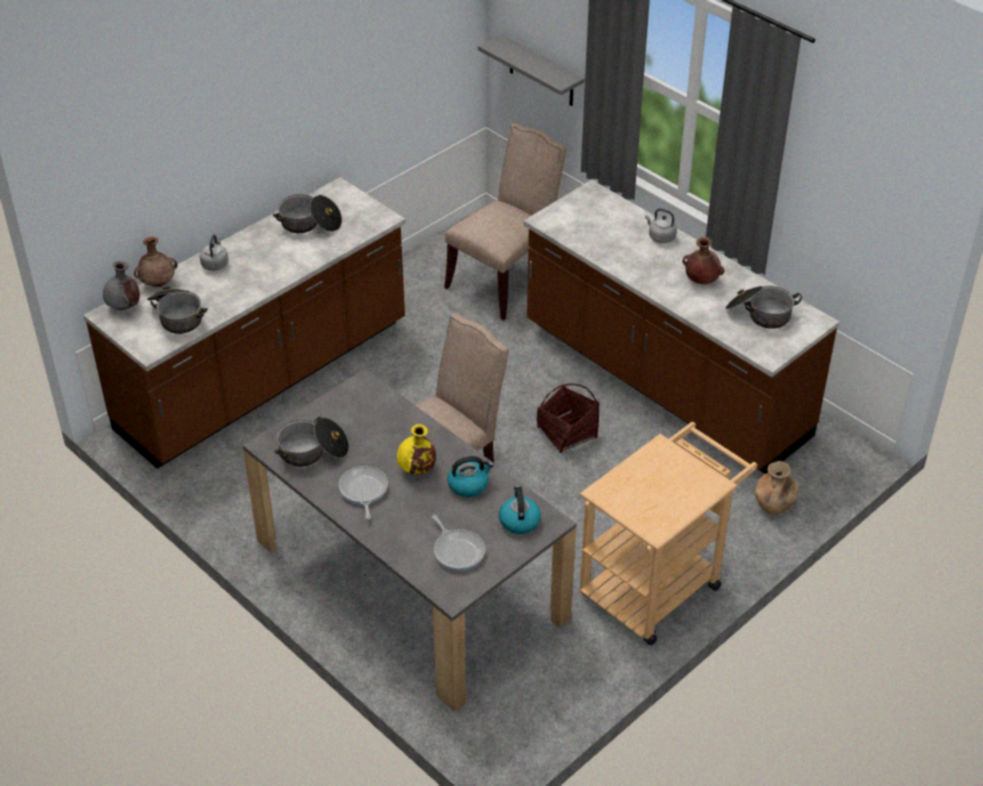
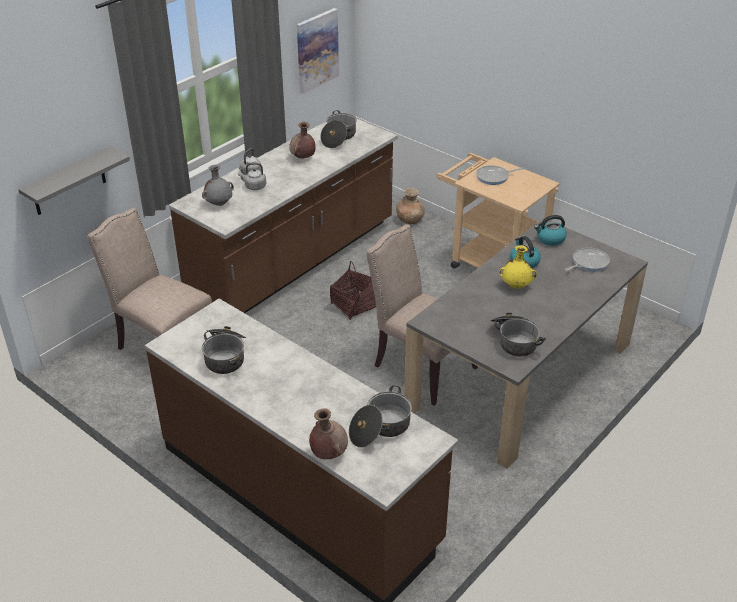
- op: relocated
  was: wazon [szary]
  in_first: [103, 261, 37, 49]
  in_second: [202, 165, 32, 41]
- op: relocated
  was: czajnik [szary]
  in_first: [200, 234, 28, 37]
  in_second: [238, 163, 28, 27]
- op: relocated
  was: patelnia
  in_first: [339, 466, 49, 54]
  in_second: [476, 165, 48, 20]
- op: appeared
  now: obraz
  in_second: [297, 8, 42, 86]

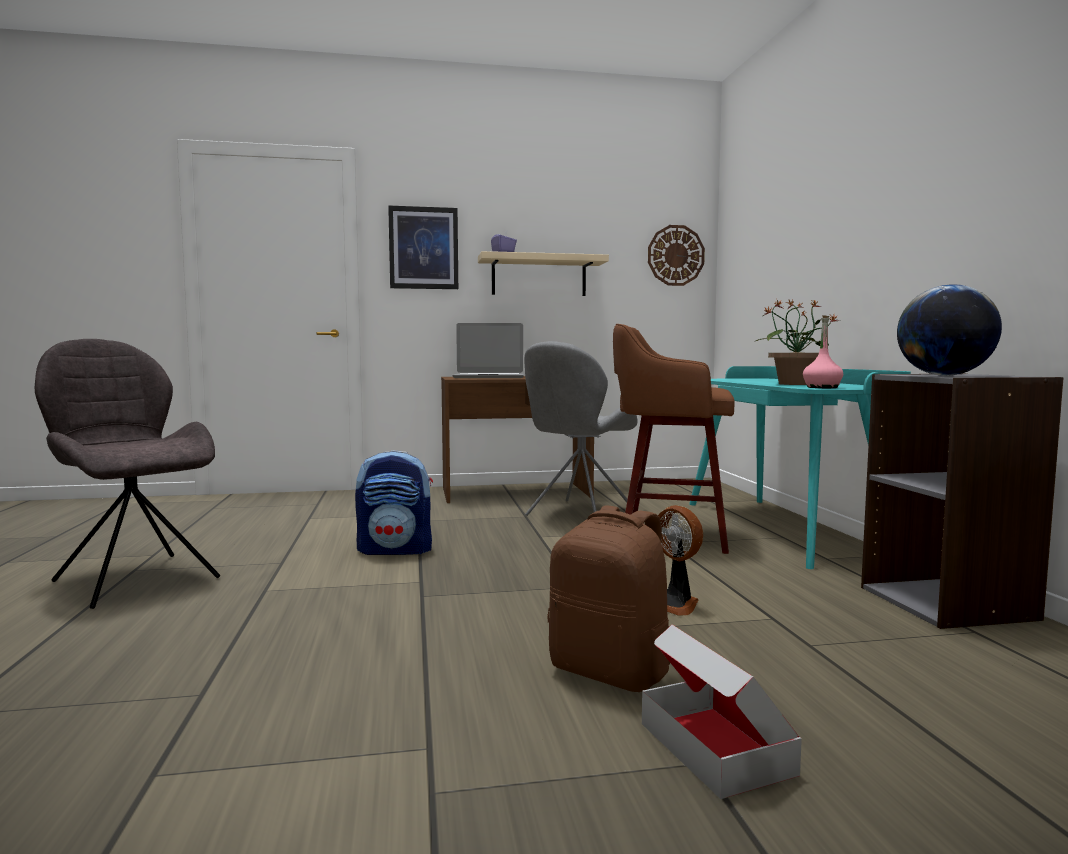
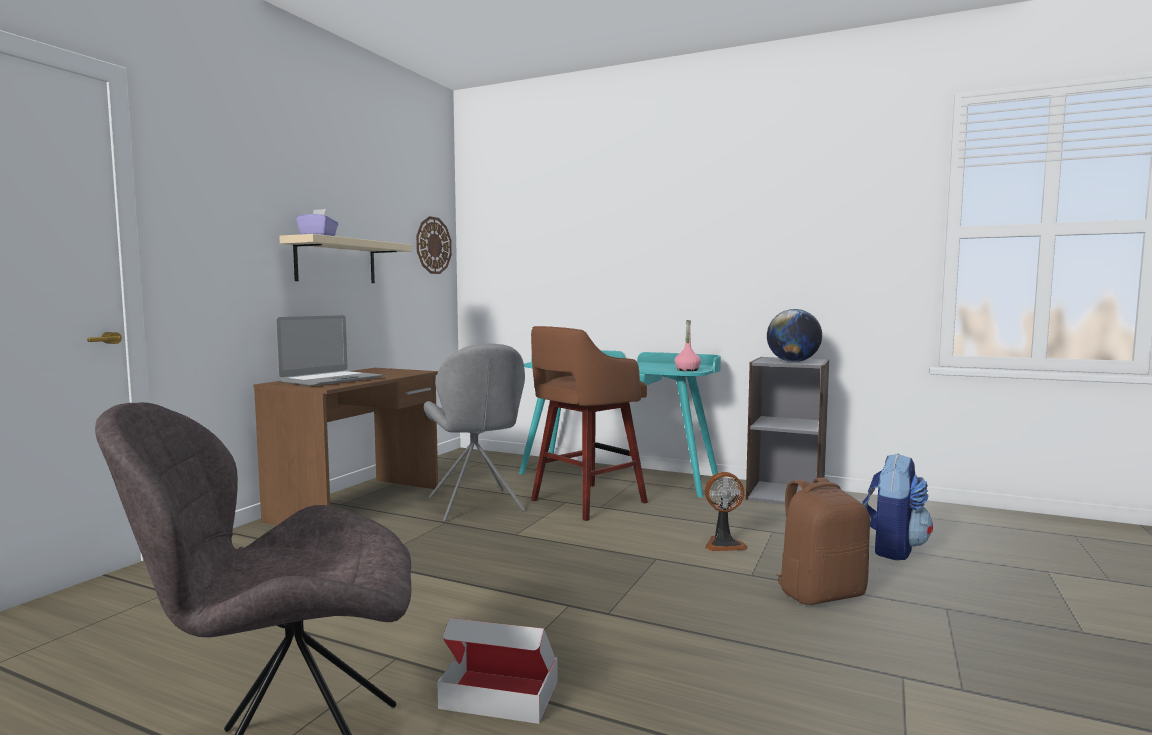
- op: relocated
  was: plecak
  in_first: [355, 451, 78, 104]
  in_second: [862, 453, 71, 107]
- op: missing
  was: obraz
  in_first: [388, 205, 70, 84]
- op: relocated
  was: karton
  in_first: [642, 624, 160, 175]
  in_second: [437, 618, 120, 106]
- op: missing
  was: roślina doniczkowa
  in_first: [756, 300, 83, 85]

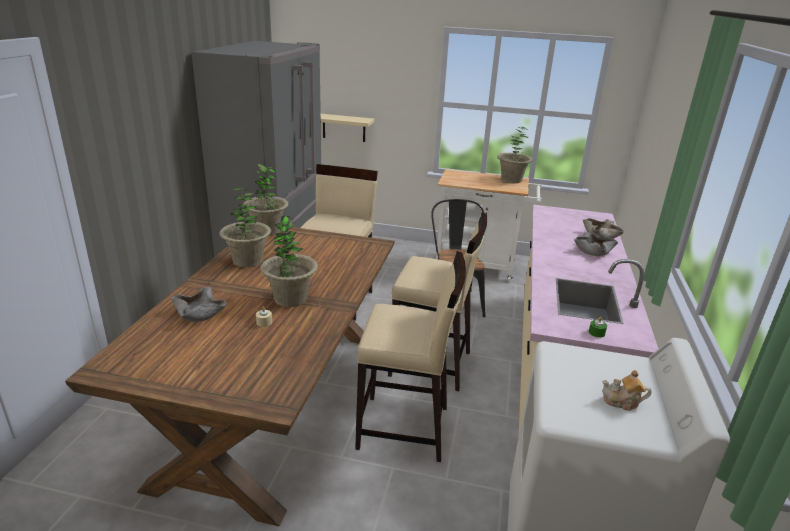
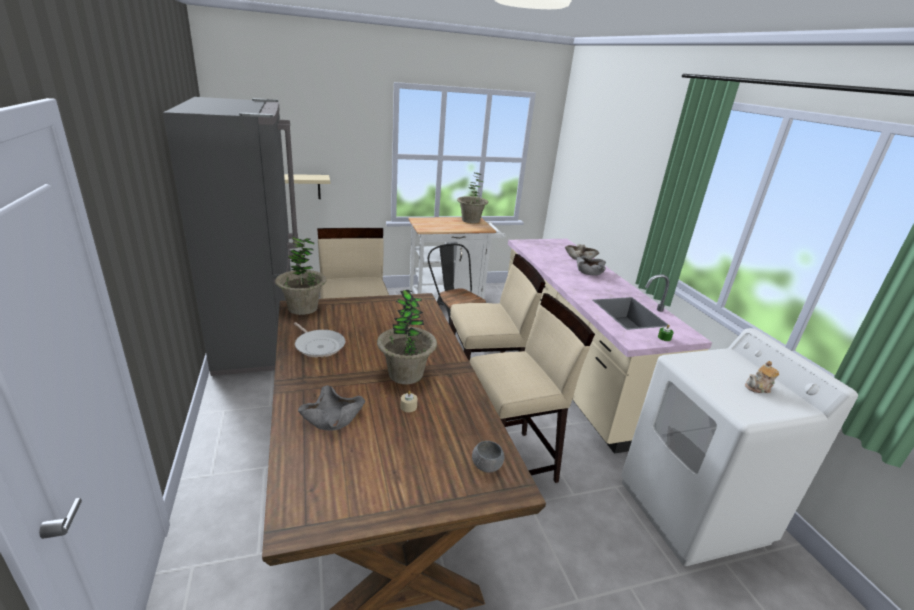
- op: exchanged
  was: roślina doniczkowa
  now: patelnia
  in_first: [219, 188, 52, 80]
  in_second: [294, 322, 51, 36]
- op: appeared
  now: miska [szary]
  in_second: [472, 441, 32, 32]

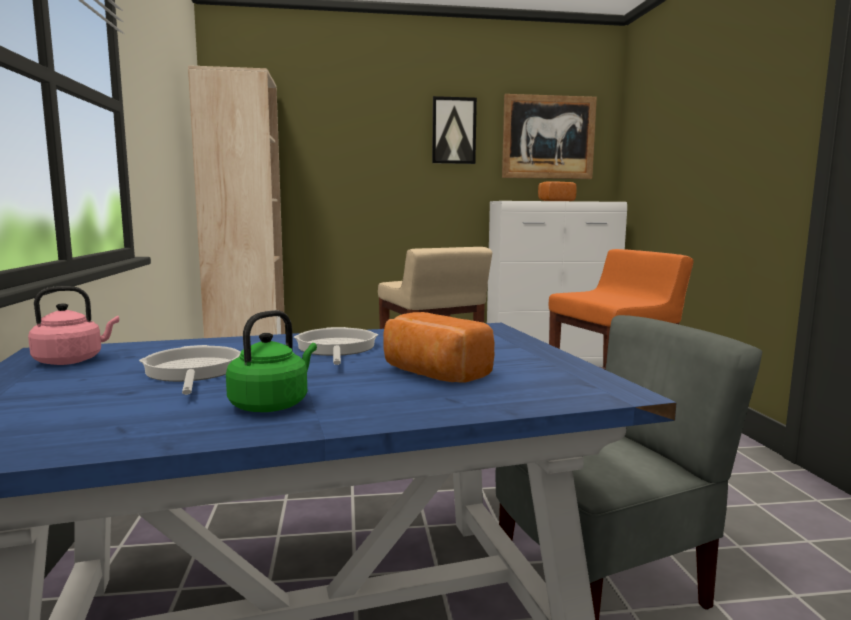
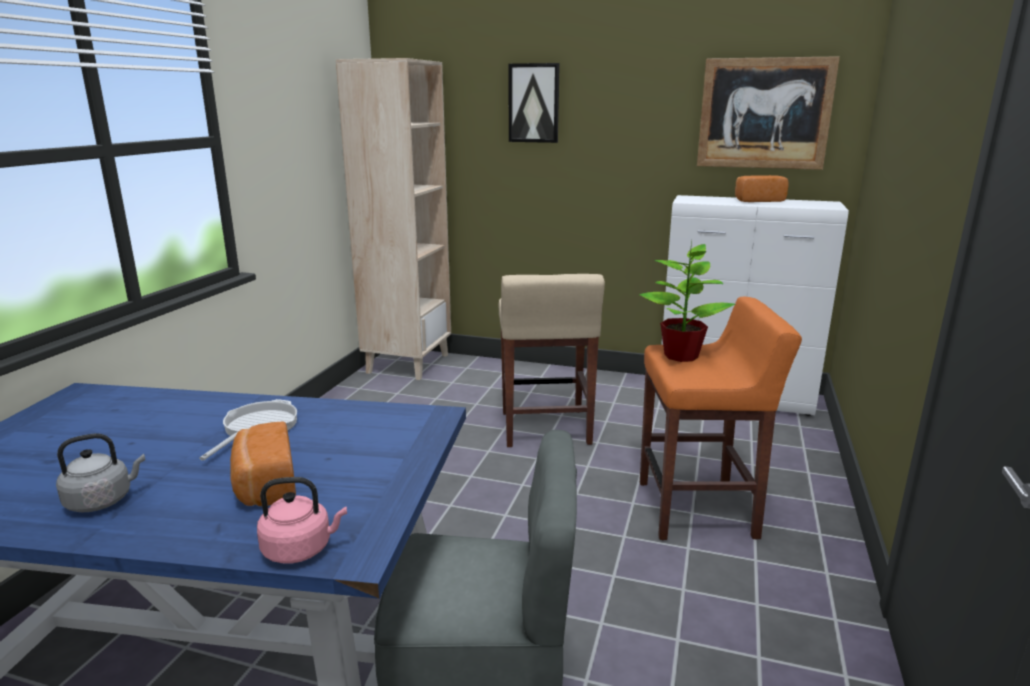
- op: relocated
  was: czajnik [różowy]
  in_first: [28, 286, 91, 79]
  in_second: [257, 477, 90, 87]
- op: missing
  was: patelnia
  in_first: [139, 345, 102, 50]
- op: colour
  was: czajnik [zielony]
  now: czajnik [szary]
  in_first: [226, 310, 91, 102]
  in_second: [56, 433, 89, 79]
- op: relocated
  was: obraz
  in_first: [432, 96, 45, 68]
  in_second: [508, 63, 52, 80]
- op: appeared
  now: roślina doniczkowa
  in_second: [639, 240, 97, 122]

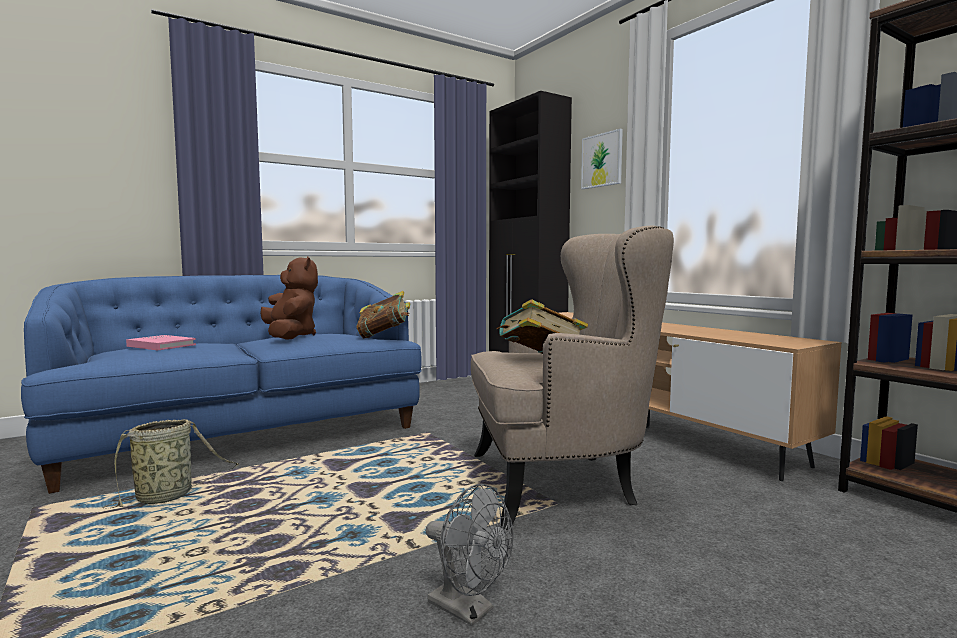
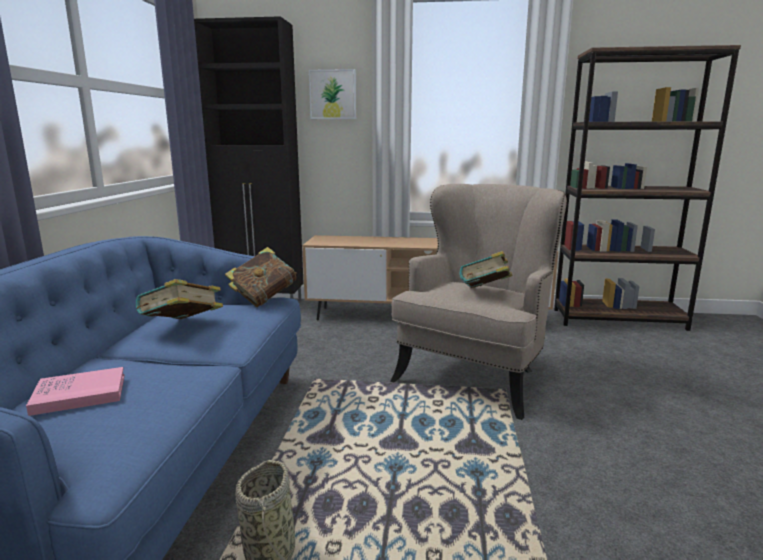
- op: exchanged
  was: pluszak [brązowy]
  now: książka
  in_first: [260, 256, 58, 84]
  in_second: [136, 279, 87, 40]
- op: missing
  was: wentylator [szary]
  in_first: [426, 484, 88, 142]

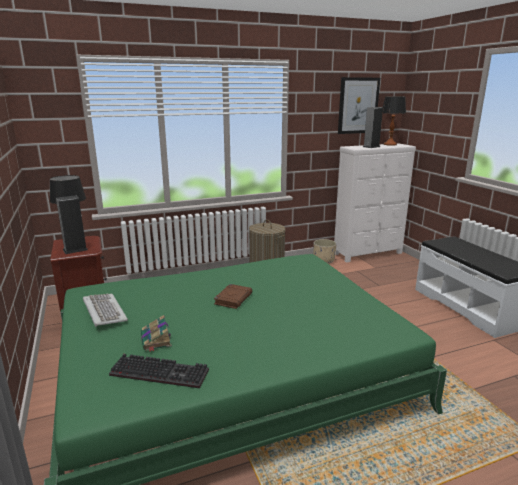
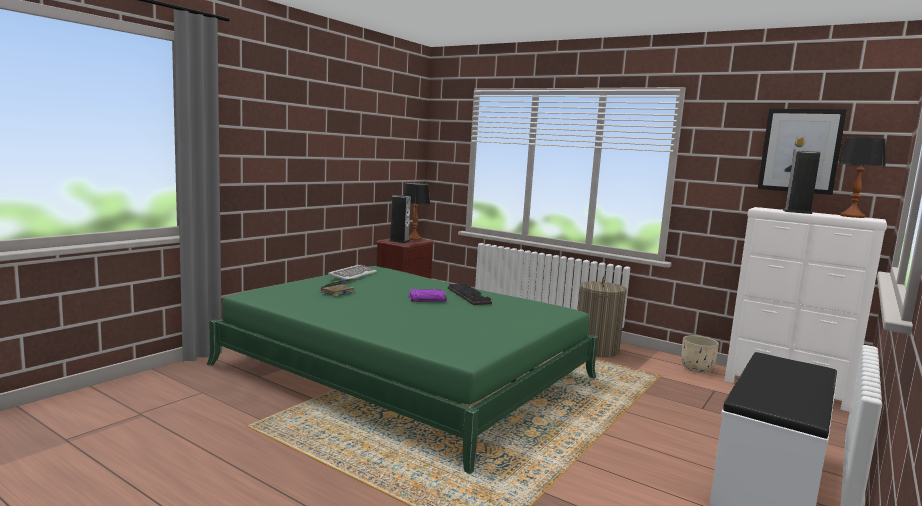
- op: relocated
  was: klawiatura
  in_first: [109, 354, 100, 35]
  in_second: [448, 283, 44, 22]
- op: colour
  was: książka [brązowy]
  now: książka [fioletowy]
  in_first: [214, 284, 38, 25]
  in_second: [409, 289, 38, 13]

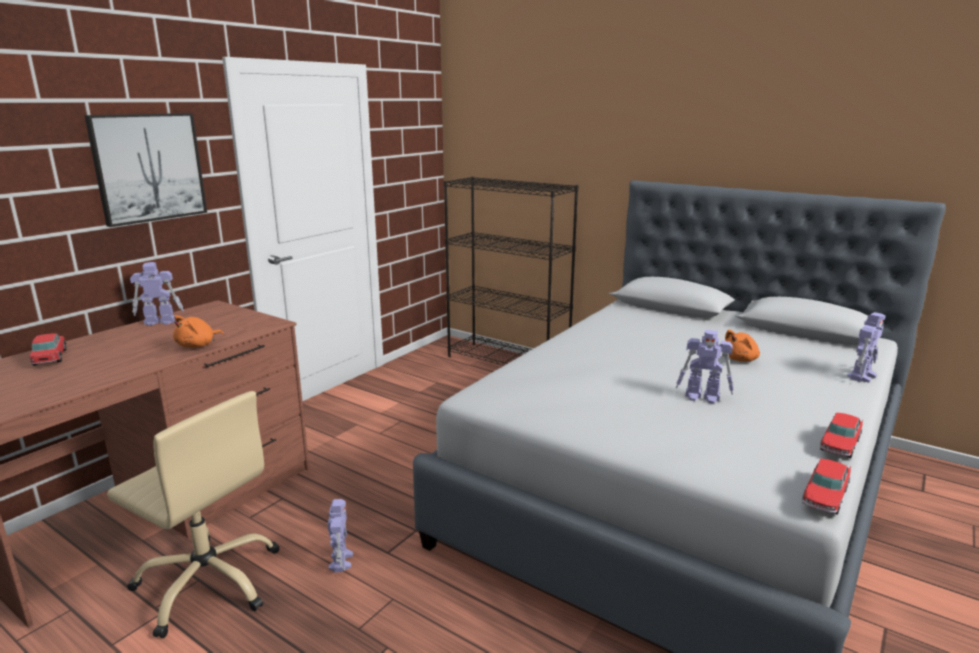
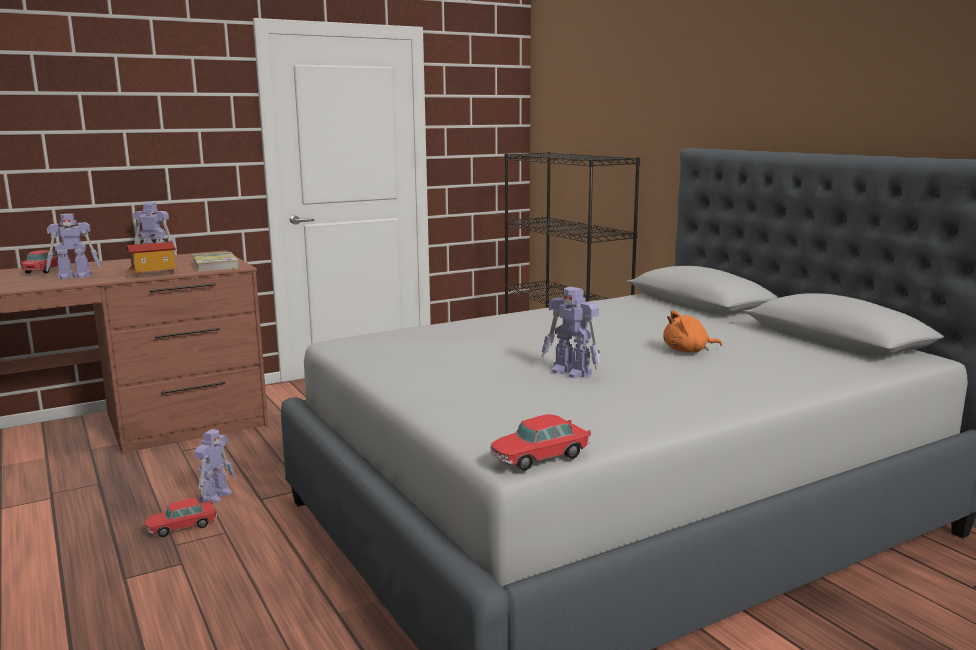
- op: missing
  was: obraz
  in_first: [84, 113, 123, 114]
- op: missing
  was: krzesło biurowe [beżowy]
  in_first: [107, 391, 172, 247]
- op: exchanged
  was: pluszak [pomarańczowy]
  now: domek
  in_first: [173, 315, 50, 33]
  in_second: [125, 242, 53, 35]
- op: relocated
  was: samochodzik
  in_first: [820, 413, 43, 45]
  in_second: [145, 498, 72, 39]
- op: relocated
  was: robot zabawkowy
  in_first: [847, 312, 38, 70]
  in_second: [46, 214, 55, 65]
- op: appeared
  now: książka
  in_second: [192, 252, 47, 20]

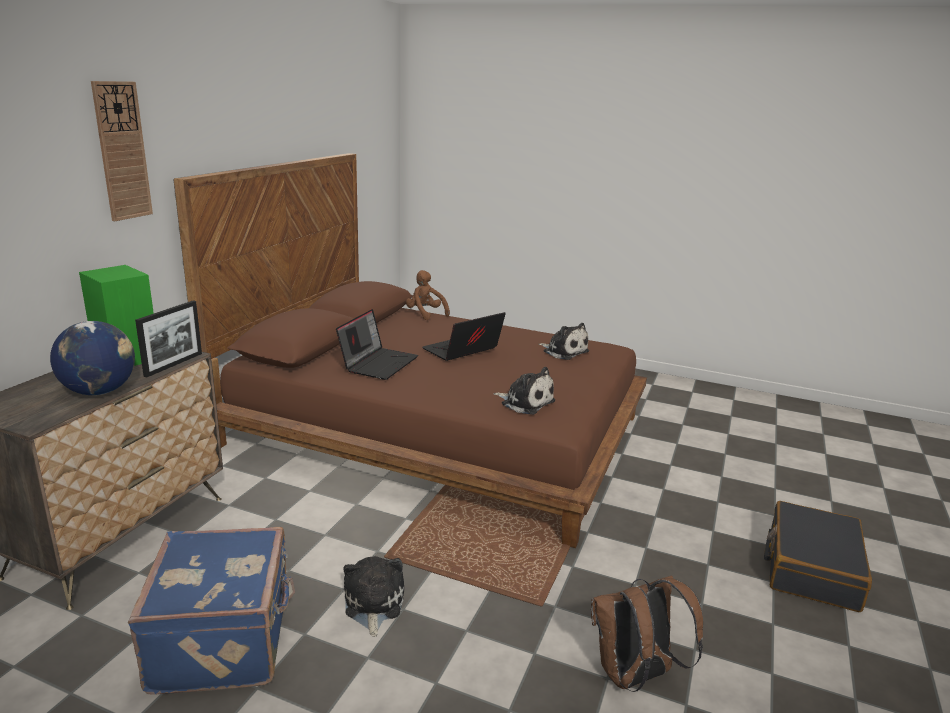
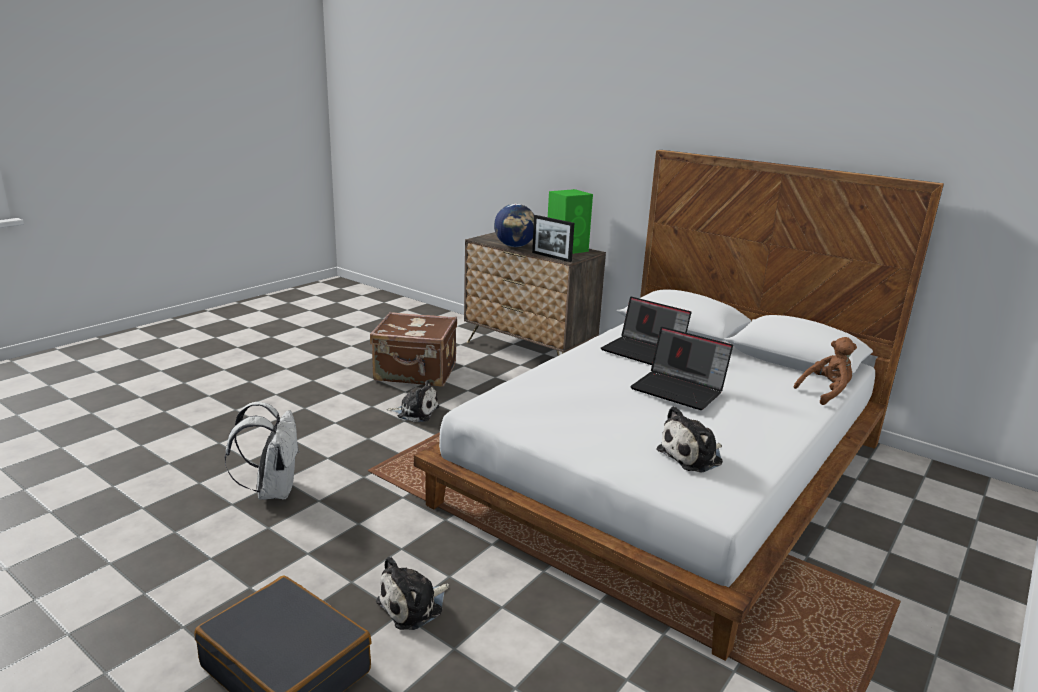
- op: missing
  was: zegar ścienny
  in_first: [91, 81, 62, 140]
- op: colour
  was: walizka [niebieski]
  now: walizka [brązowy]
  in_first: [128, 527, 167, 168]
  in_second: [370, 312, 87, 75]
- op: colour
  was: łóżko [brązowy]
  now: łóżko [biały]
  in_first: [173, 153, 474, 395]
  in_second: [414, 150, 530, 511]
- op: spun
  was: laptop
  in_first: [422, 312, 84, 49]
  in_second: [630, 327, 103, 83]
  clockwise: 150
- op: relocated
  was: pluszak
  in_first: [493, 367, 62, 48]
  in_second: [376, 556, 73, 74]
- op: colour
  was: plecak [brązowy]
  now: plecak [biały]
  in_first: [591, 576, 112, 116]
  in_second: [224, 402, 75, 98]

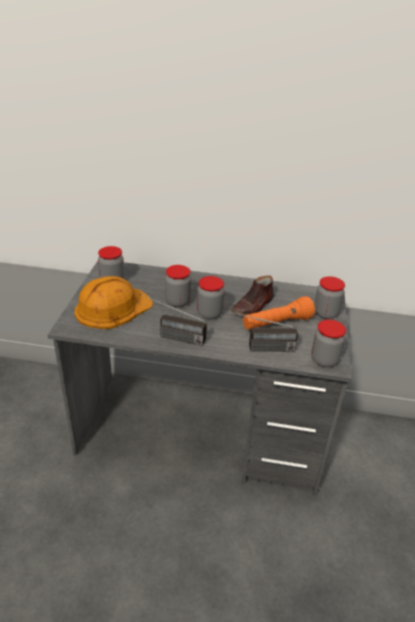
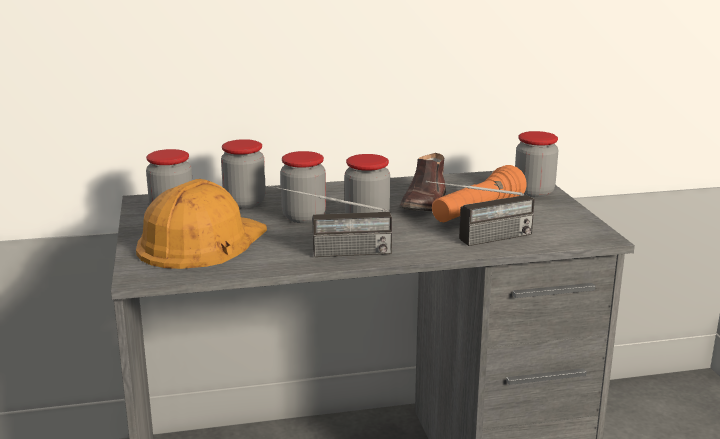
- op: relocated
  was: słoik
  in_first: [311, 320, 35, 47]
  in_second: [221, 139, 45, 69]

